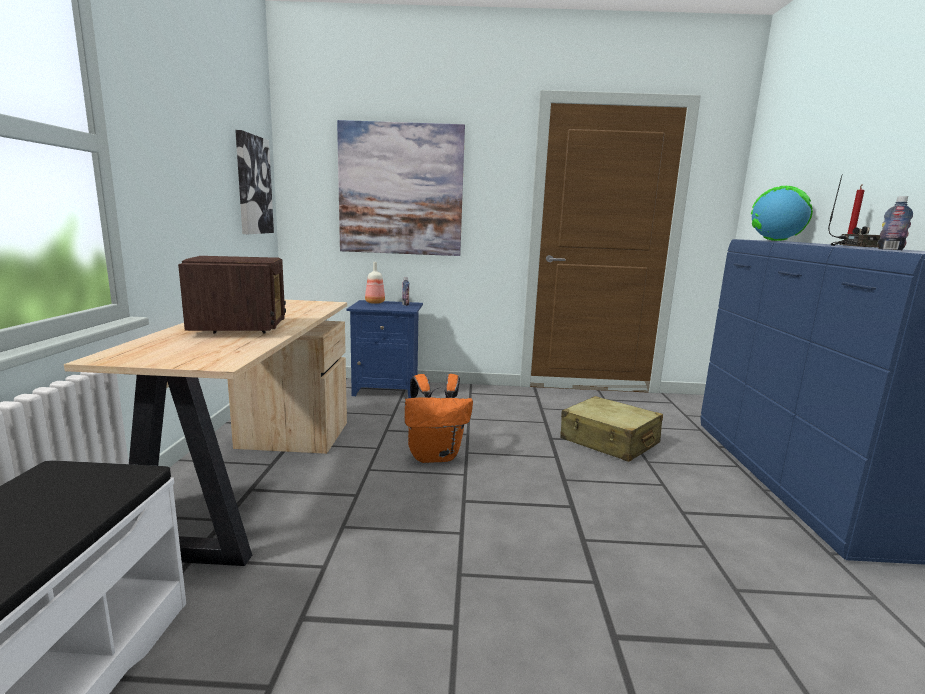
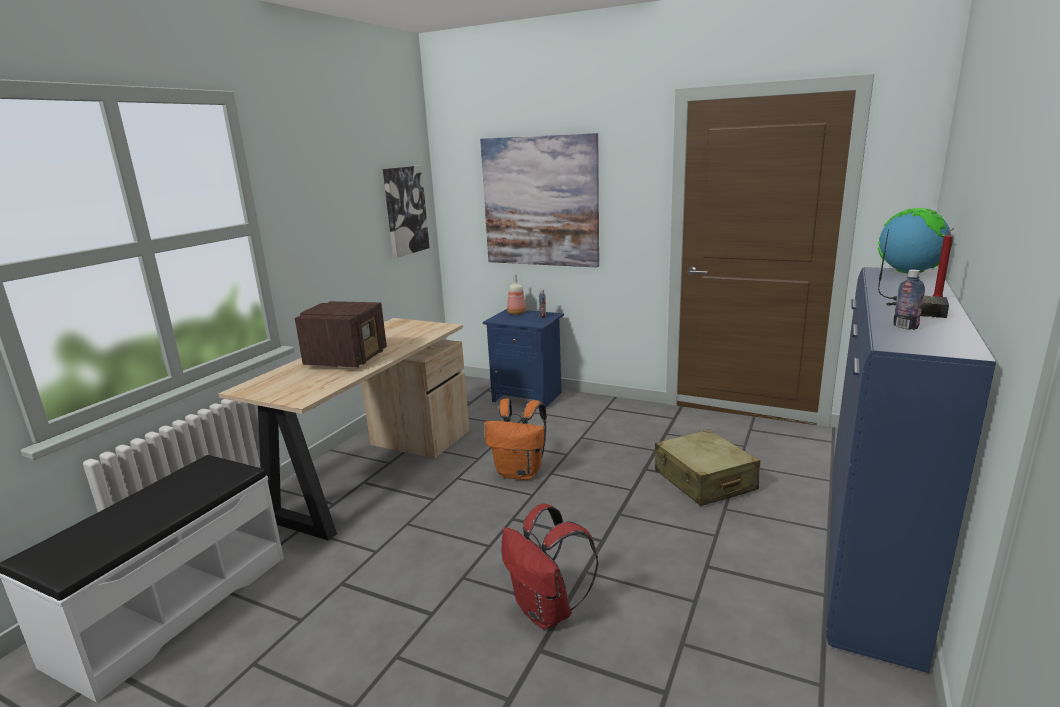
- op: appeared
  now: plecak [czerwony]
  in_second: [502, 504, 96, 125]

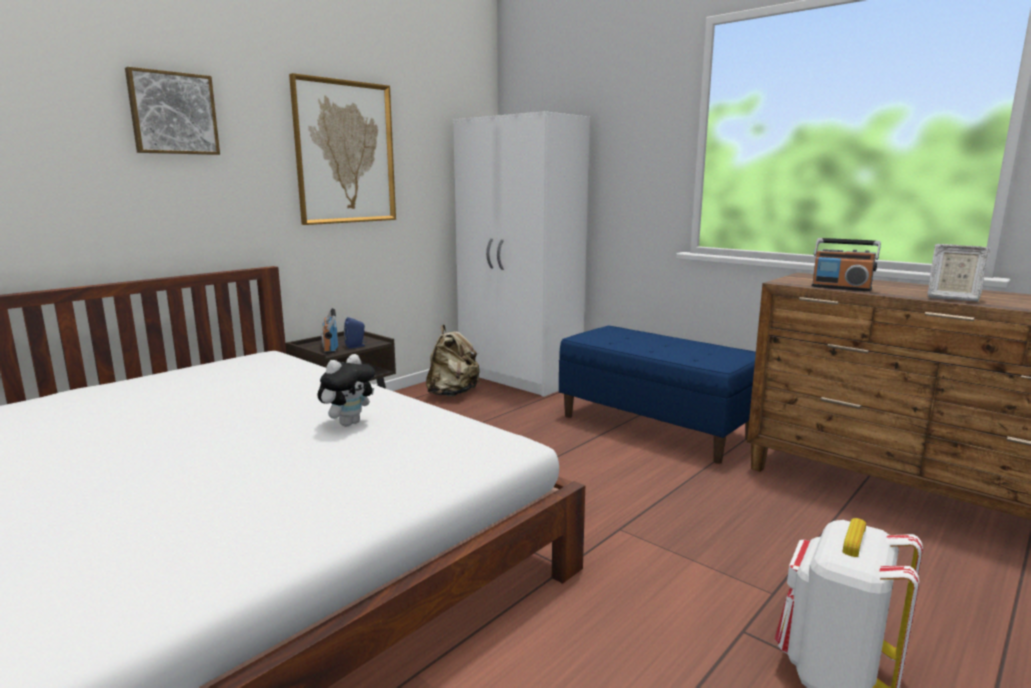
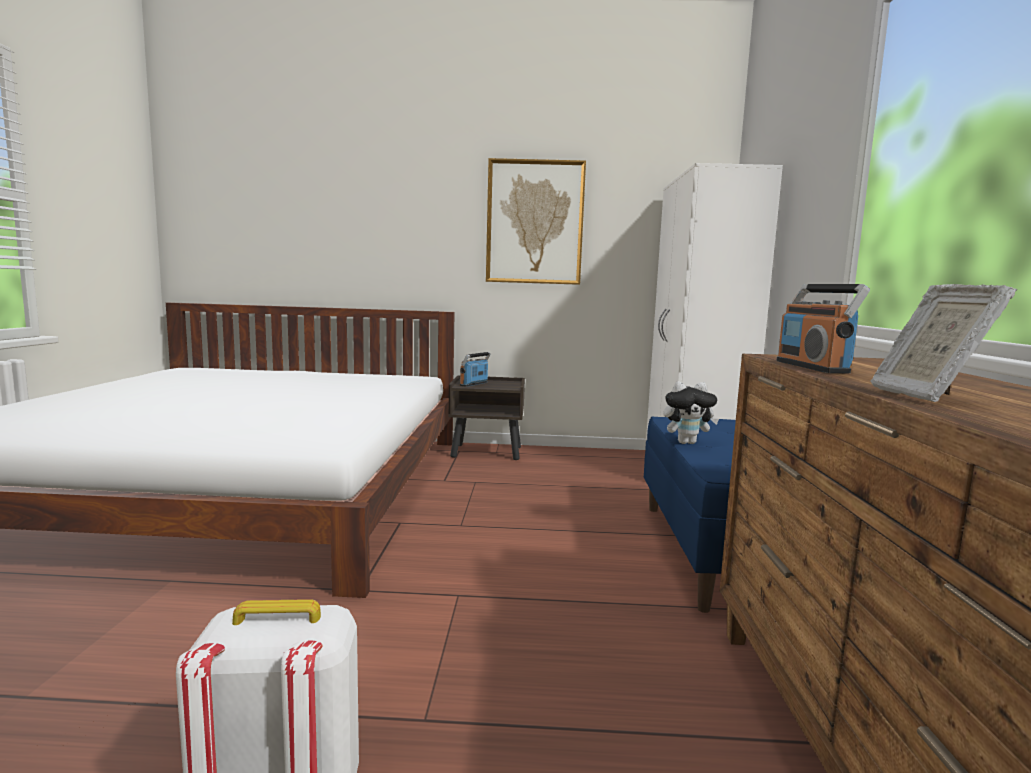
- op: missing
  was: obraz
  in_first: [125, 67, 95, 88]
- op: relocated
  was: pluszak
  in_first: [318, 354, 57, 72]
  in_second: [663, 382, 56, 62]
- op: missing
  was: głośnik [niebieski]
  in_first: [344, 317, 22, 32]
- op: missing
  was: plecak [beżowy]
  in_first: [426, 325, 54, 71]

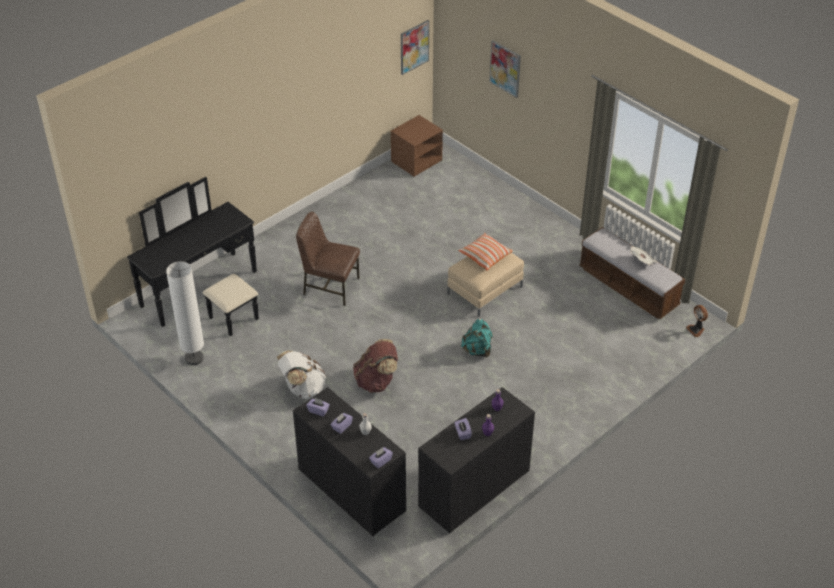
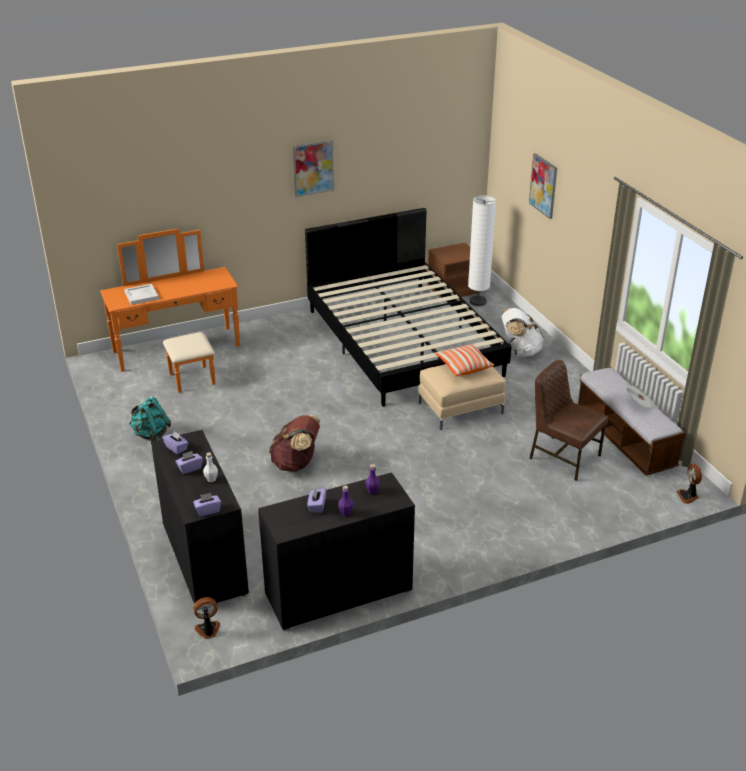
- op: colour
  was: komoda [czarny]
  now: komoda [pomarańczowy]
  in_first: [127, 177, 132, 159]
  in_second: [100, 229, 140, 164]
- op: relocated
  was: lampa stojąca [biały]
  in_first: [166, 261, 38, 104]
  in_second: [468, 195, 28, 111]
- op: relocated
  was: plecak [biały]
  in_first: [277, 350, 49, 49]
  in_second: [501, 308, 43, 49]
- op: relocated
  was: krzesło [brązowy]
  in_first: [296, 212, 64, 94]
  in_second: [529, 360, 79, 121]
- op: relocated
  was: obraz
  in_first: [401, 20, 28, 55]
  in_second: [293, 140, 41, 57]
- op: relocated
  was: plecak [turkusowy]
  in_first: [461, 319, 32, 39]
  in_second: [129, 396, 42, 46]
- op: appeared
  now: taca [biały]
  in_second: [124, 284, 35, 21]
- op: appeared
  now: wentylator
  in_second: [193, 597, 27, 42]
- op: appeared
  now: łóżko [czarny]
  in_second: [305, 208, 206, 199]

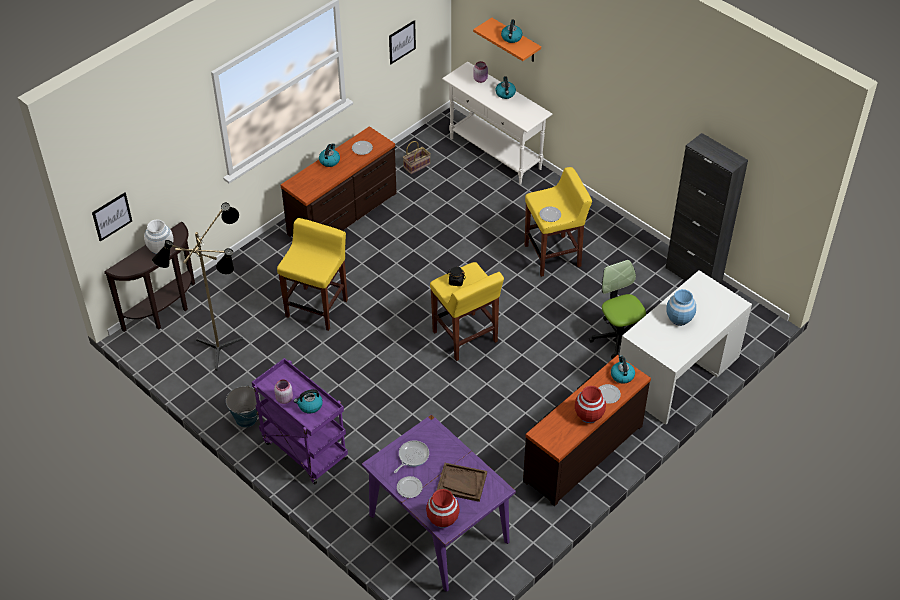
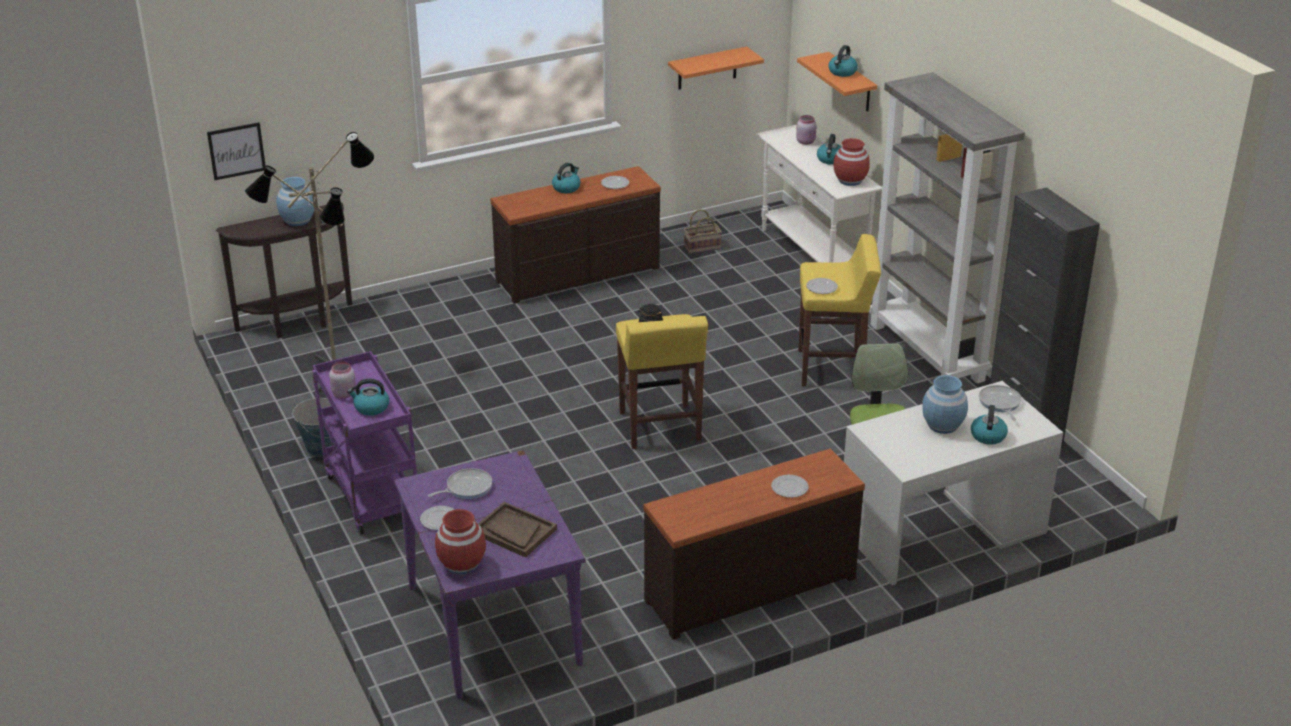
- op: colour
  was: wazon [biały]
  now: wazon [niebieski]
  in_first: [144, 219, 30, 35]
  in_second: [276, 177, 38, 49]
- op: missing
  was: stołek [żółty]
  in_first: [277, 218, 71, 113]
- op: exchanged
  was: obraz
  now: półka [pomarańczowy]
  in_first: [389, 20, 27, 44]
  in_second: [668, 47, 96, 42]
- op: relocated
  was: wazon [czerwony]
  in_first: [575, 386, 31, 37]
  in_second: [834, 138, 36, 48]
- op: relocated
  was: czajnik
  in_first: [611, 355, 24, 29]
  in_second: [971, 405, 37, 40]
- op: appeared
  now: regał [szary]
  in_second: [869, 72, 156, 312]
- op: appeared
  now: patelnia
  in_second: [979, 385, 43, 35]

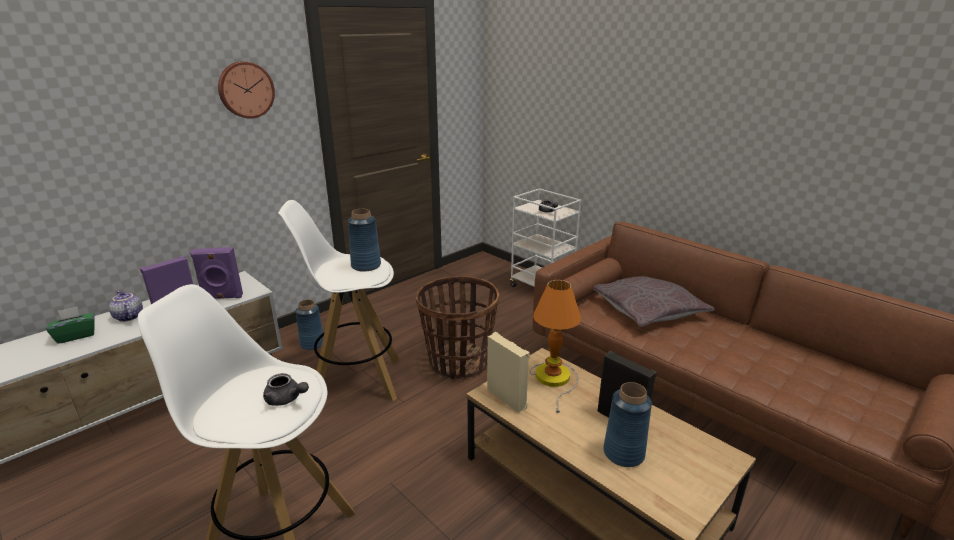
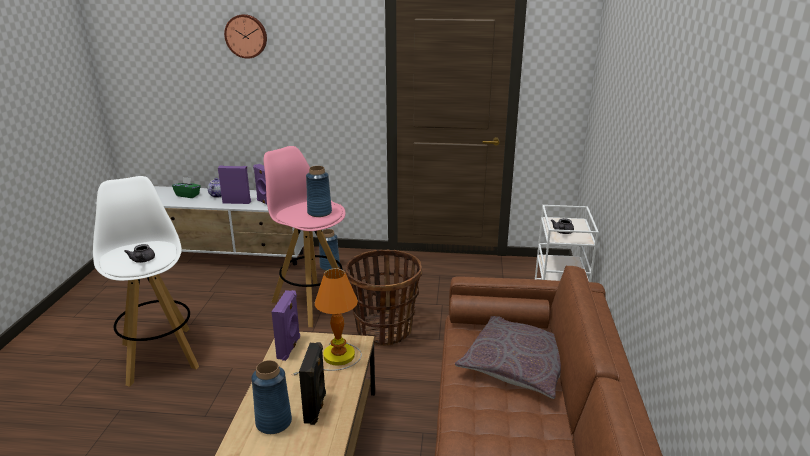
- op: relocated
  was: zegar ścienny
  in_first: [218, 61, 57, 58]
  in_second: [224, 14, 43, 45]
- op: colour
  was: stołek [biały]
  now: stołek [różowy]
  in_first: [278, 200, 122, 201]
  in_second: [264, 146, 82, 181]
- op: colour
  was: głośnik [beżowy]
  now: głośnik [fioletowy]
  in_first: [487, 332, 43, 81]
  in_second: [272, 290, 28, 71]

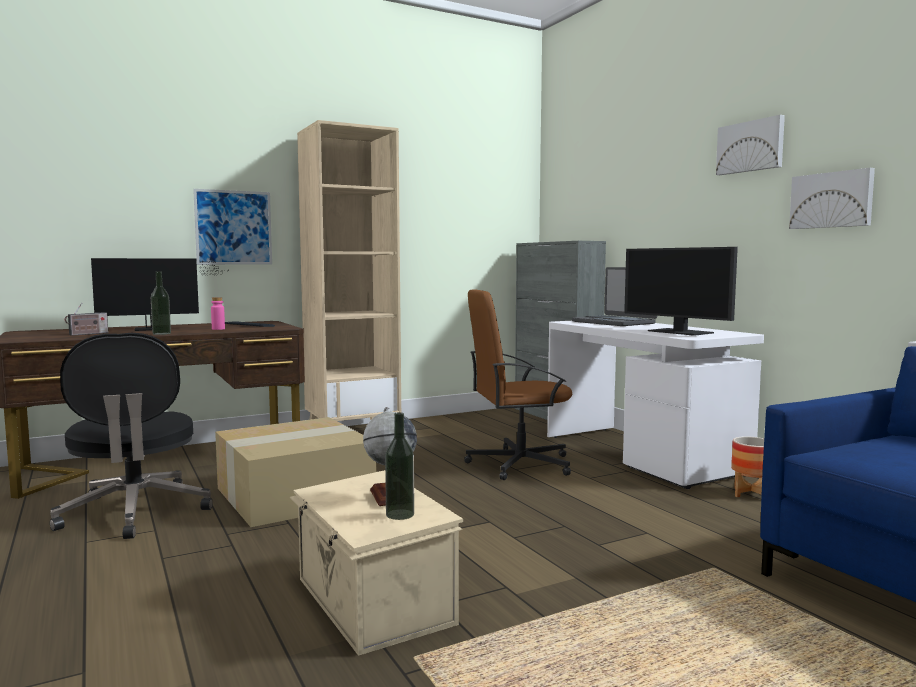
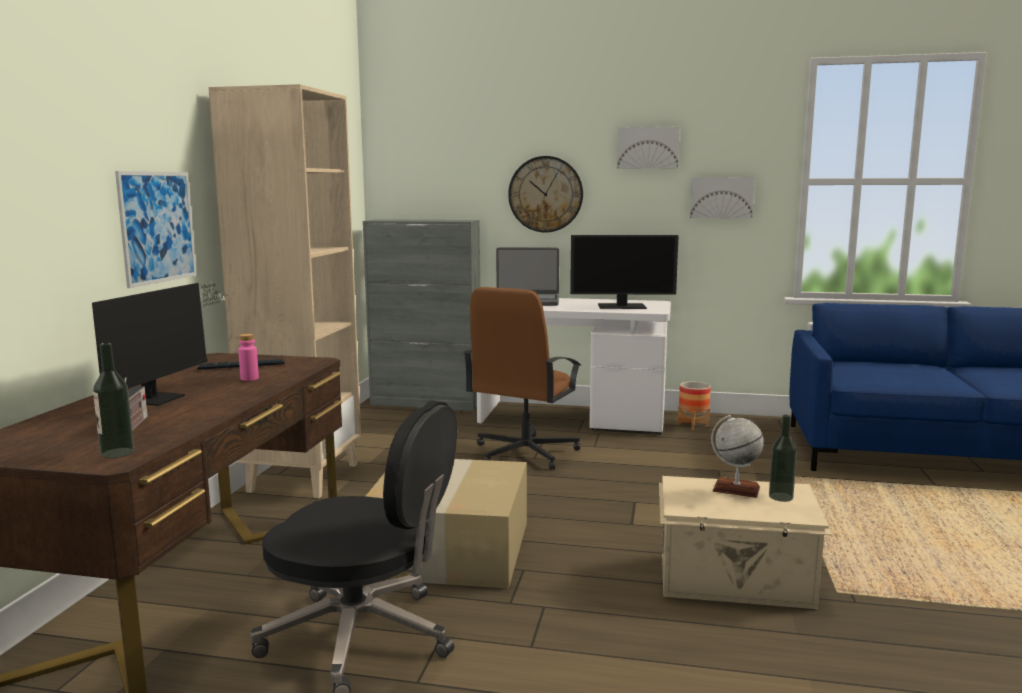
- op: relocated
  was: butelka
  in_first: [151, 271, 20, 64]
  in_second: [93, 343, 41, 115]
- op: appeared
  now: zegar ścienny
  in_second: [508, 156, 75, 77]

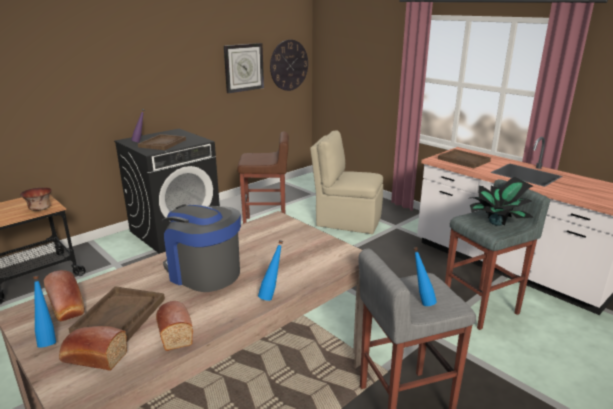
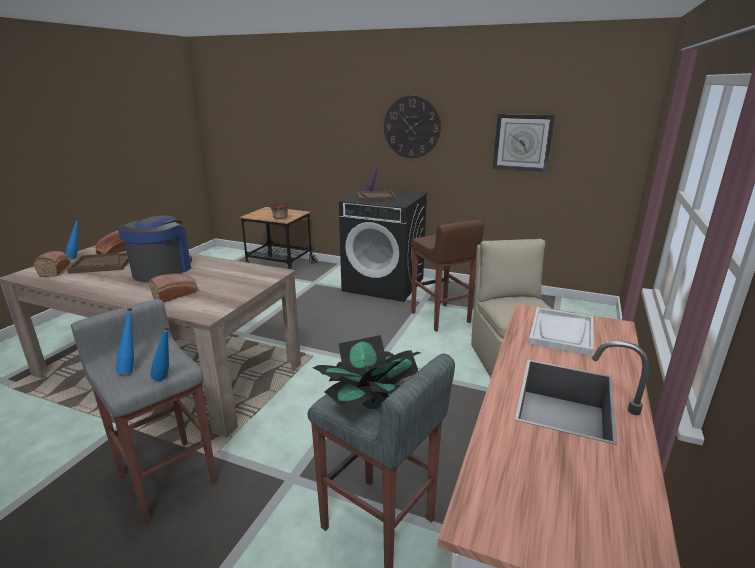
- op: relocated
  was: chleb
  in_first: [156, 301, 37, 50]
  in_second: [148, 273, 50, 30]
- op: relocated
  was: butelka [niebieski]
  in_first: [258, 240, 25, 61]
  in_second: [150, 325, 19, 56]
- op: relocated
  was: zegar ścienny
  in_first: [270, 40, 38, 51]
  in_second: [384, 96, 57, 62]
- op: colour
  was: taca [brązowy]
  now: taca [biały]
  in_first: [438, 149, 53, 20]
  in_second: [529, 307, 65, 49]

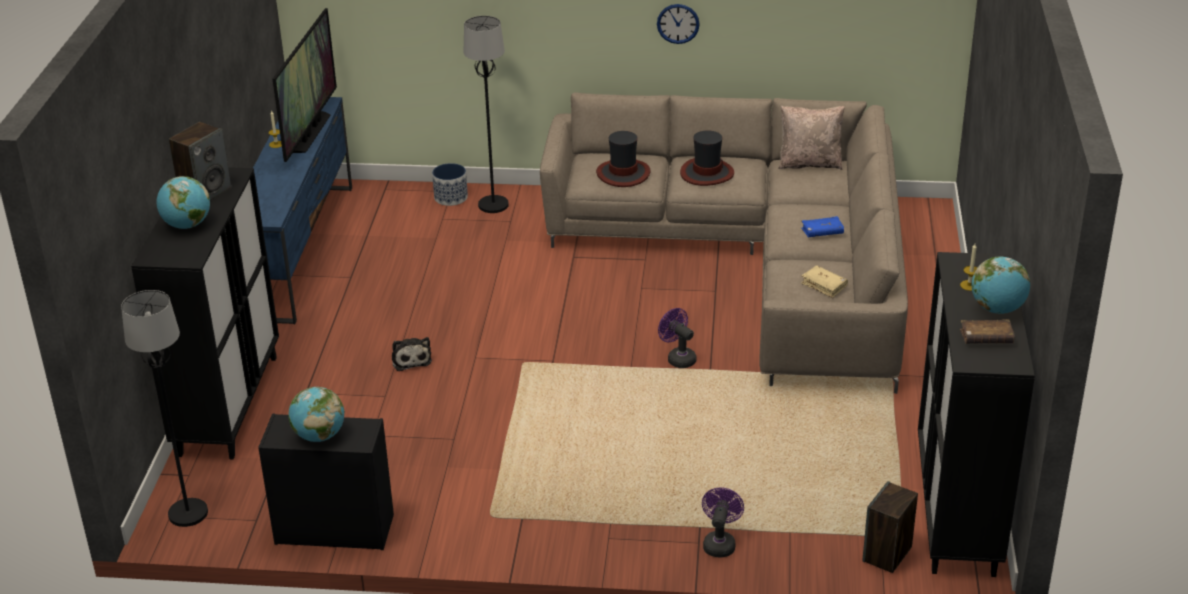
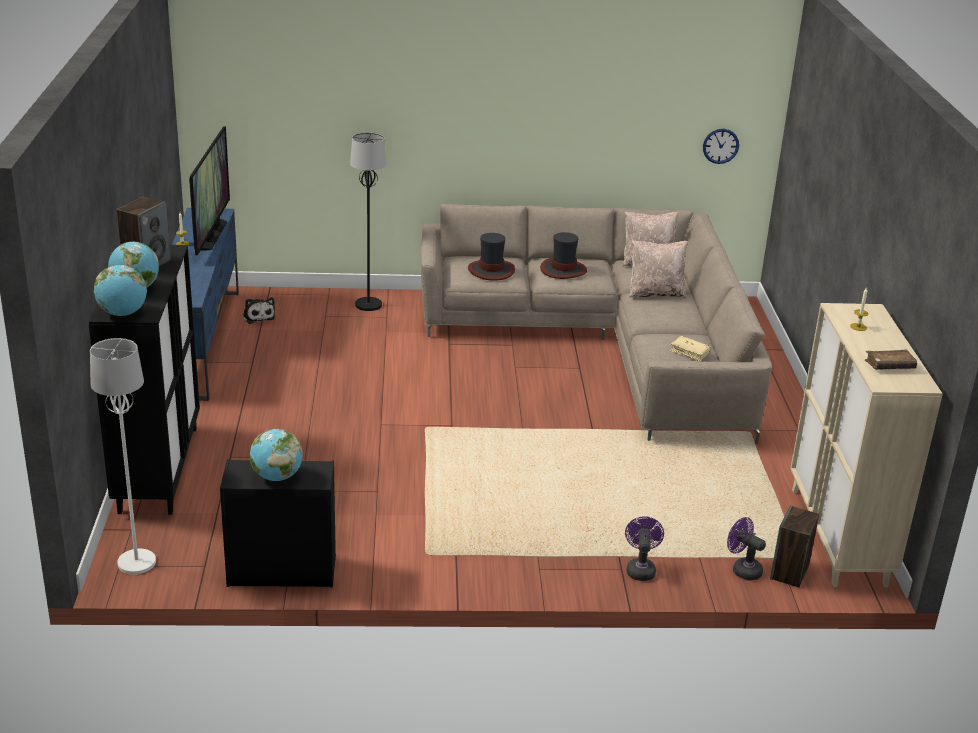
- op: colour
  was: lampa stojąca [czarny]
  now: lampa stojąca [biały]
  in_first: [121, 290, 87, 237]
  in_second: [90, 338, 66, 237]
- op: relocated
  was: pluszak
  in_first: [392, 337, 40, 34]
  in_second: [243, 297, 32, 27]
- op: missing
  was: donica
  in_first: [432, 163, 36, 43]
- op: relocated
  was: zegar ścienny
  in_first: [657, 4, 43, 40]
  in_second: [703, 129, 36, 35]
- op: relocated
  was: wentylator [fioletowy]
  in_first: [658, 308, 39, 60]
  in_second: [727, 517, 39, 63]
- op: missing
  was: książka [niebieski]
  in_first: [801, 216, 43, 21]
- op: colour
  was: szafka [czarny]
  now: szafka [beżowy]
  in_first: [918, 252, 117, 325]
  in_second: [790, 303, 153, 284]
- op: relocated
  was: globus
  in_first: [972, 256, 58, 58]
  in_second: [94, 265, 53, 51]
- op: appeared
  now: poduszka [beżowy]
  in_second: [629, 240, 59, 58]

